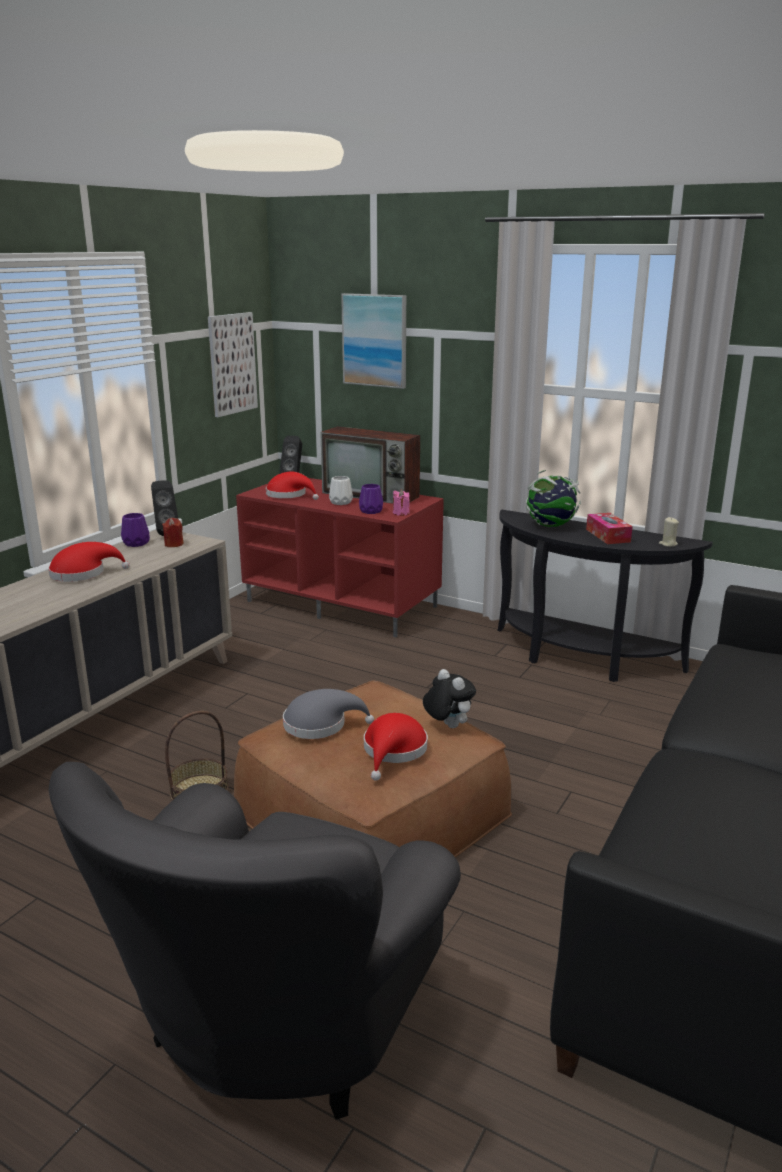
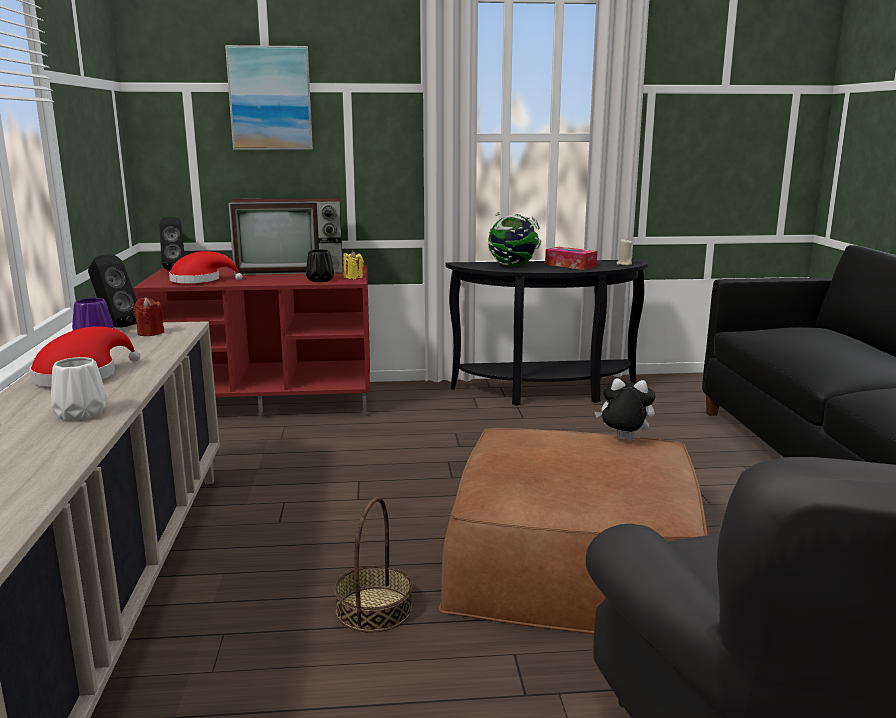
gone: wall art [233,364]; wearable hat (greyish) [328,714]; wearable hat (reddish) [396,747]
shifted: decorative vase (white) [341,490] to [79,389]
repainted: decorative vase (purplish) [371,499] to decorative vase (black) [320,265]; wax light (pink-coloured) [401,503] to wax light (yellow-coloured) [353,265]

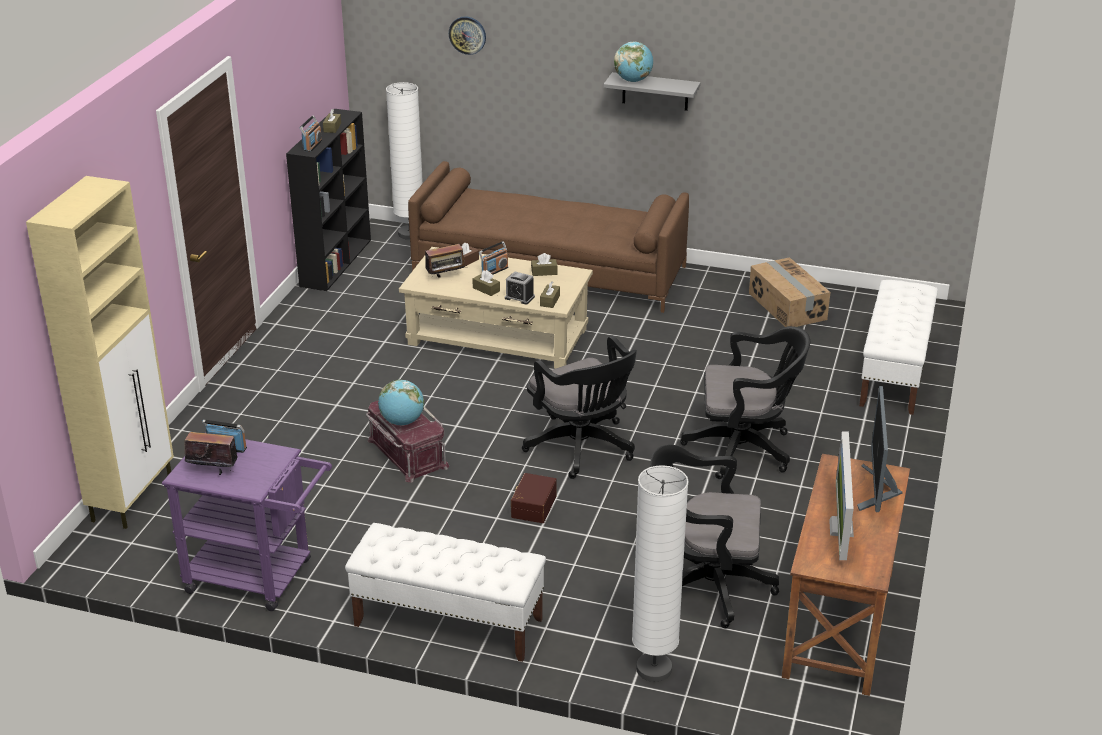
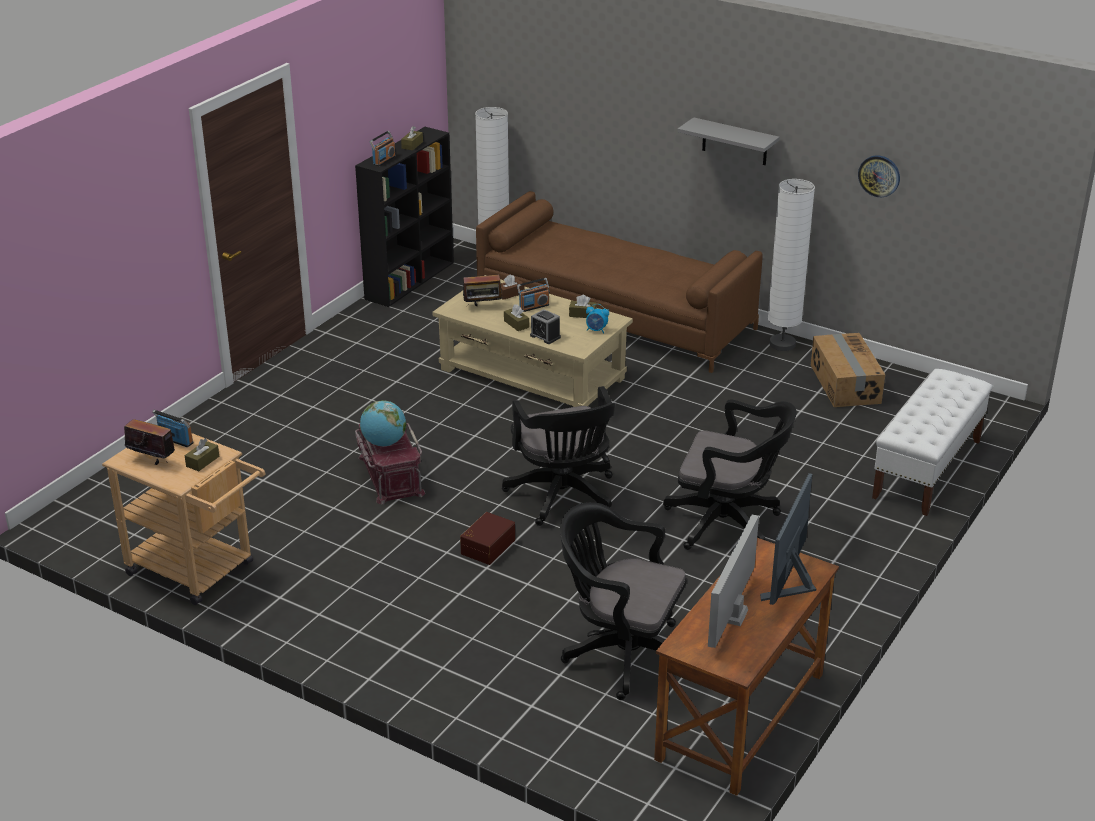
gone: storage cabinet (beige-coloured) [100,352]; bench (white) [445,592]; world globe [633,62]
new: table clock [597,318]
shifted: hanging clock [467,35] to [879,176]; box of tissues (brown) [550,294] to [202,454]; floor lamp (white) [660,573] to [791,265]
repainted: cart (purplish) [247,521] to cart (beige-coloured) [183,519]

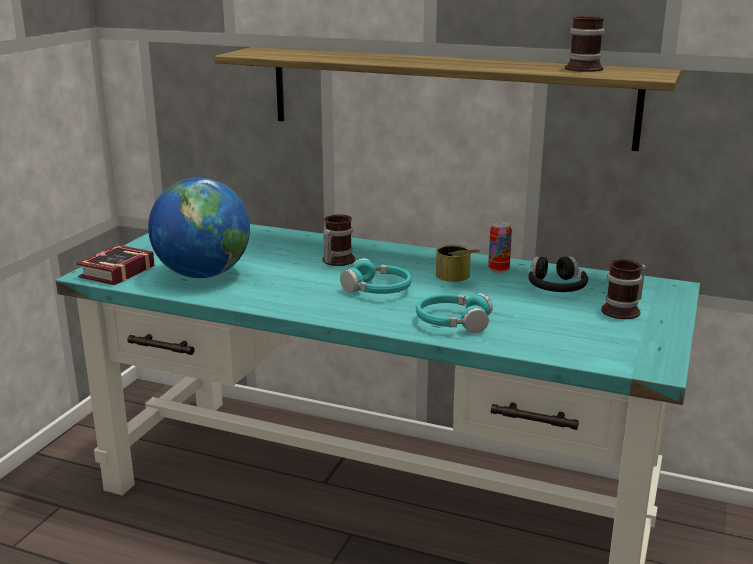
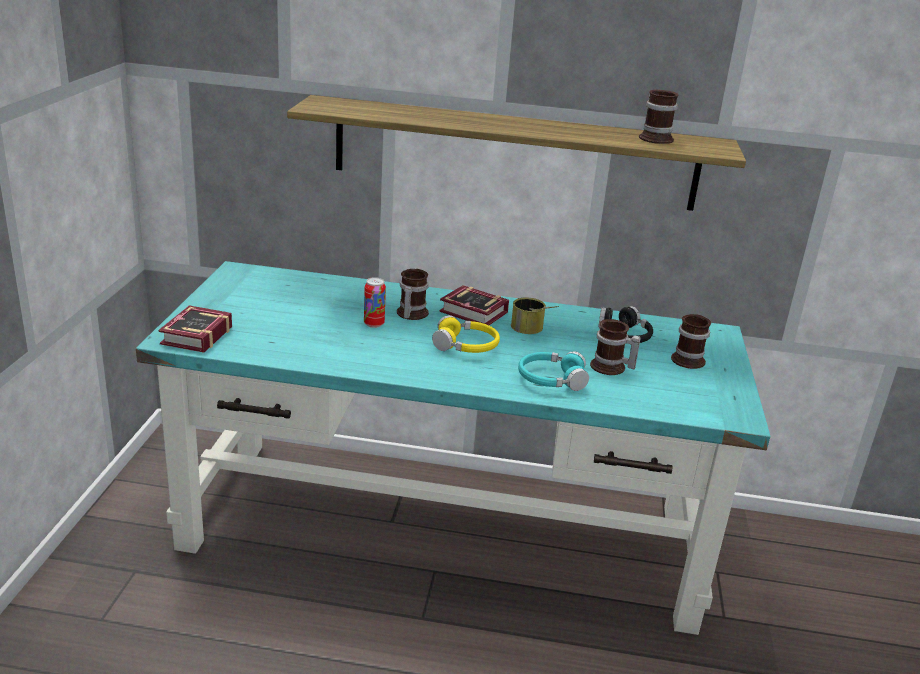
gone: world globe [199,228]
new: bound book [474,305]; tea mug [615,347]
shifted: can [500,247] to [375,302]
repainted: pair of headphones (turquoise-coloured) [376,276] to pair of headphones (yellow-coloured) [466,334]

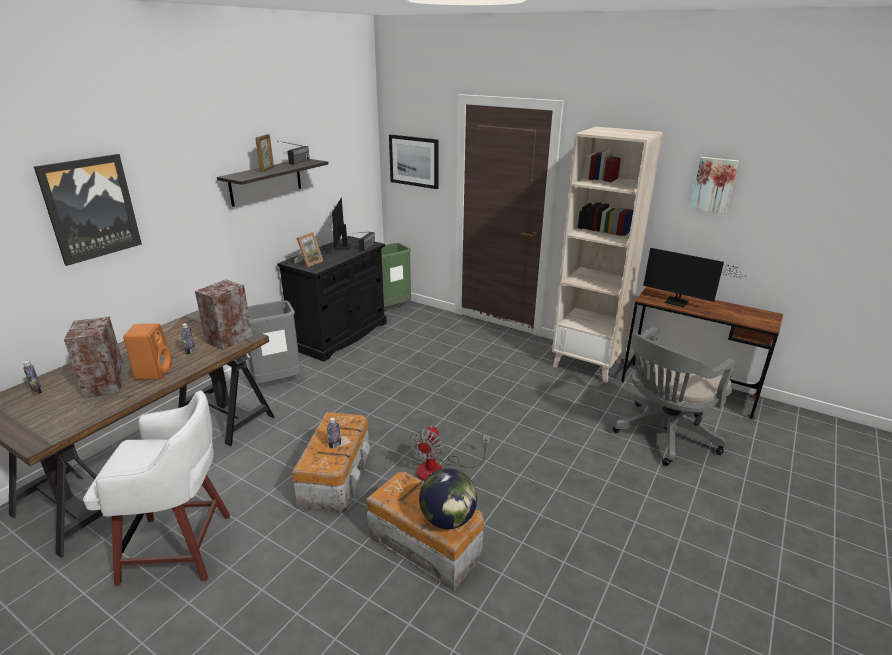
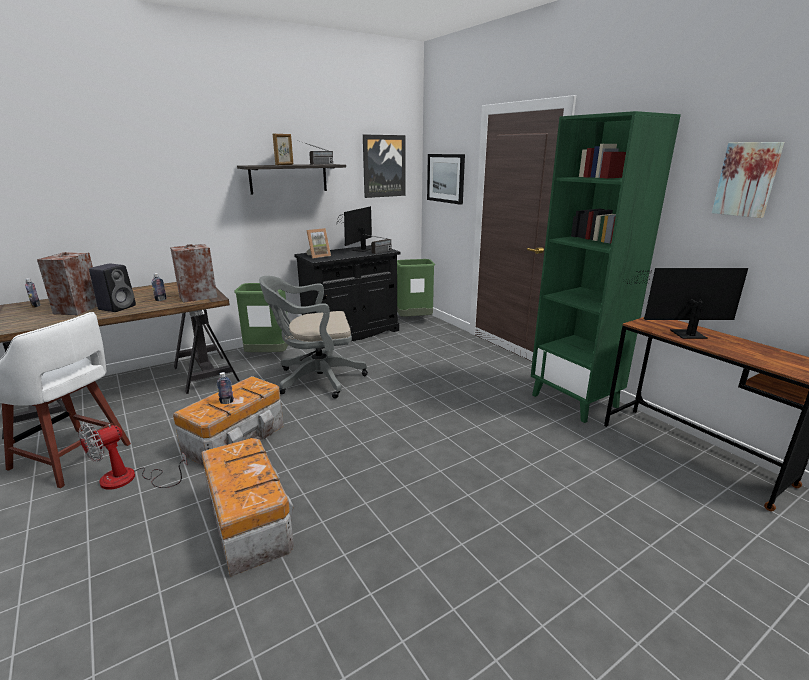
gone: world globe [448,498]
shifted: wall art [88,210] to [384,166]; cooling fan [449,453] to [133,457]; computer chair (greyish) [674,396] to [313,337]
repainted: speaker (orange) [147,351] to speaker (black) [112,287]; rubbish bin (greyish) [274,342] to rubbish bin (greenish) [261,317]; shelving unit (beige-coloured) [607,255] to shelving unit (greenish) [606,267]
rotated: computer screen [695,277] = [685,303] 120 degrees clockwise

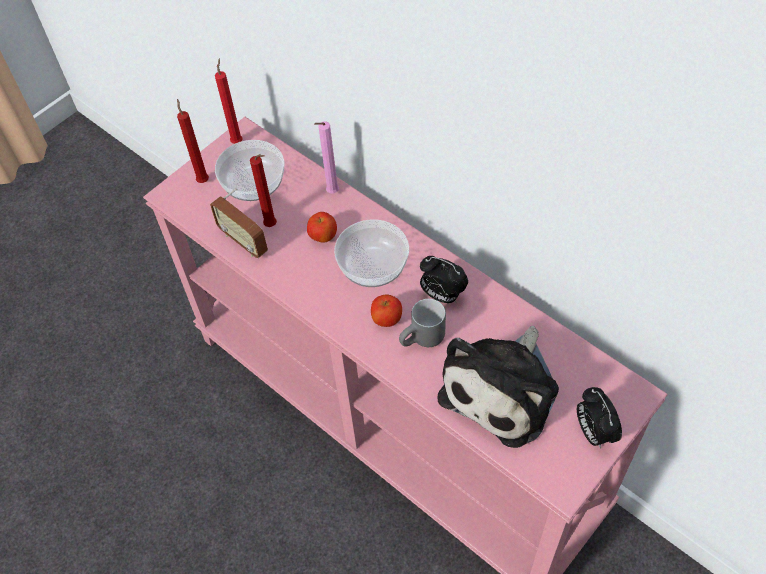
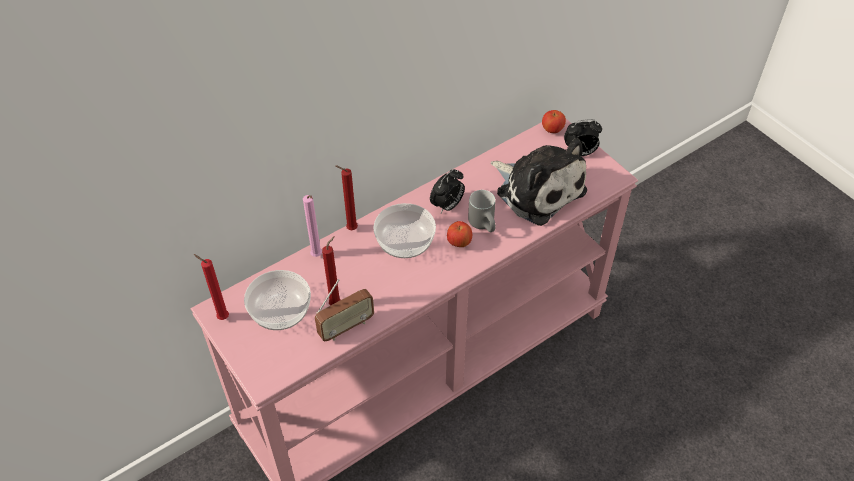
shifted: wax light (reddish) [193,141] to [346,198]; whole apple [322,227] to [554,121]

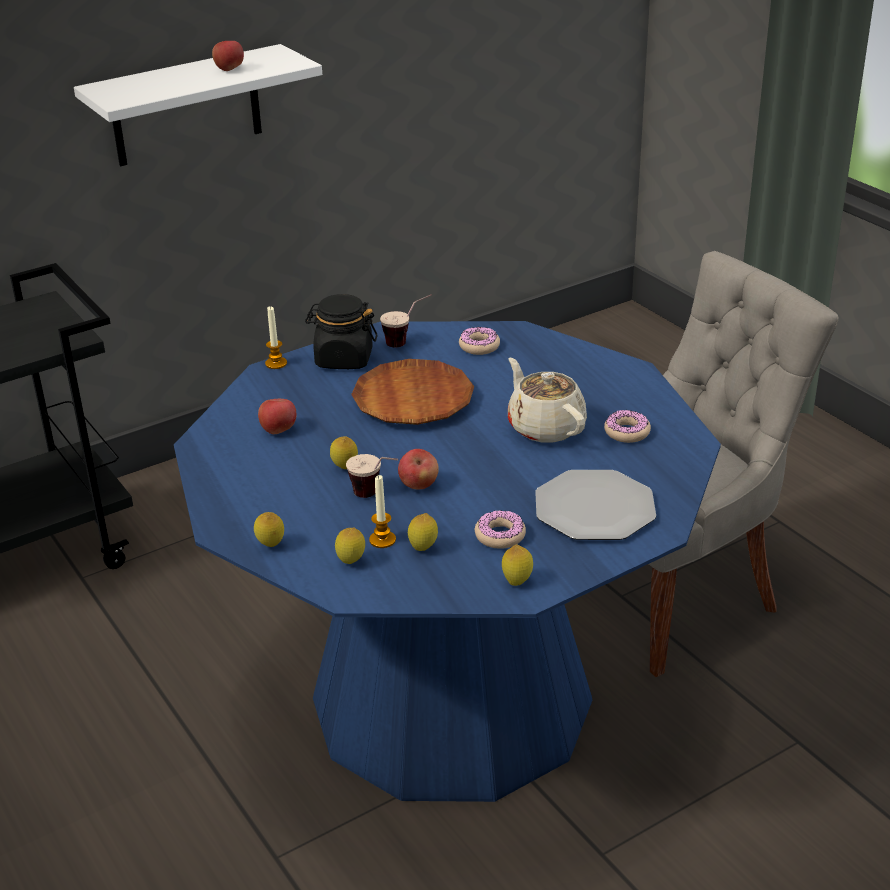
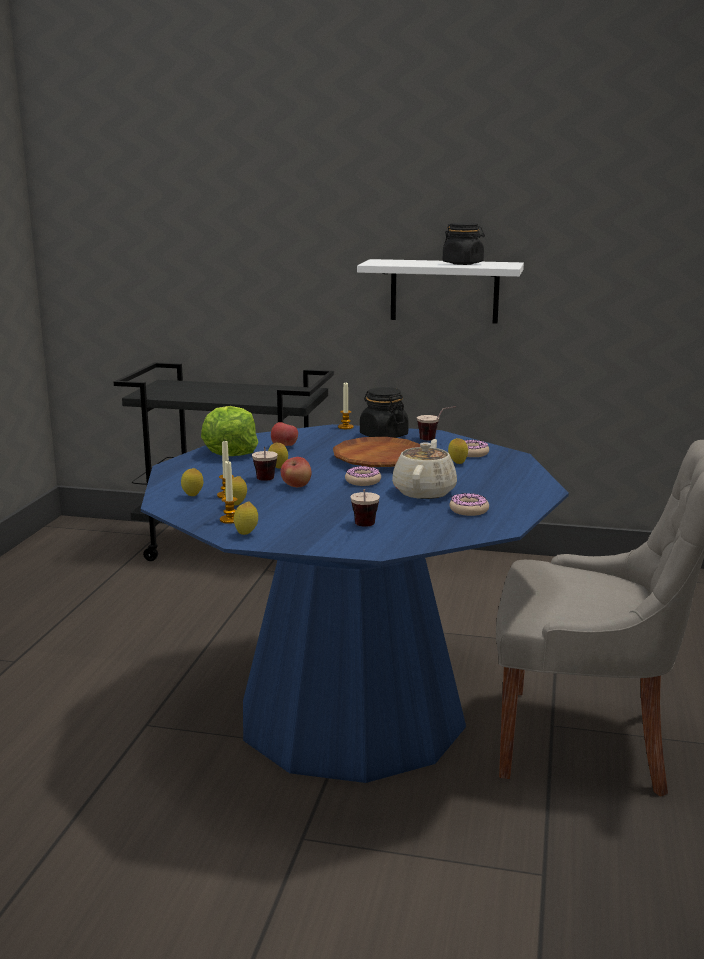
new: lettuce [229,431]; wax light [228,492]
shifted: whole lemon [269,529] to [458,451]; donut [500,529] to [363,476]
swapped: whole apple [228,56] to jar (black) [464,244]; flat dish [595,505] to cup [365,508]

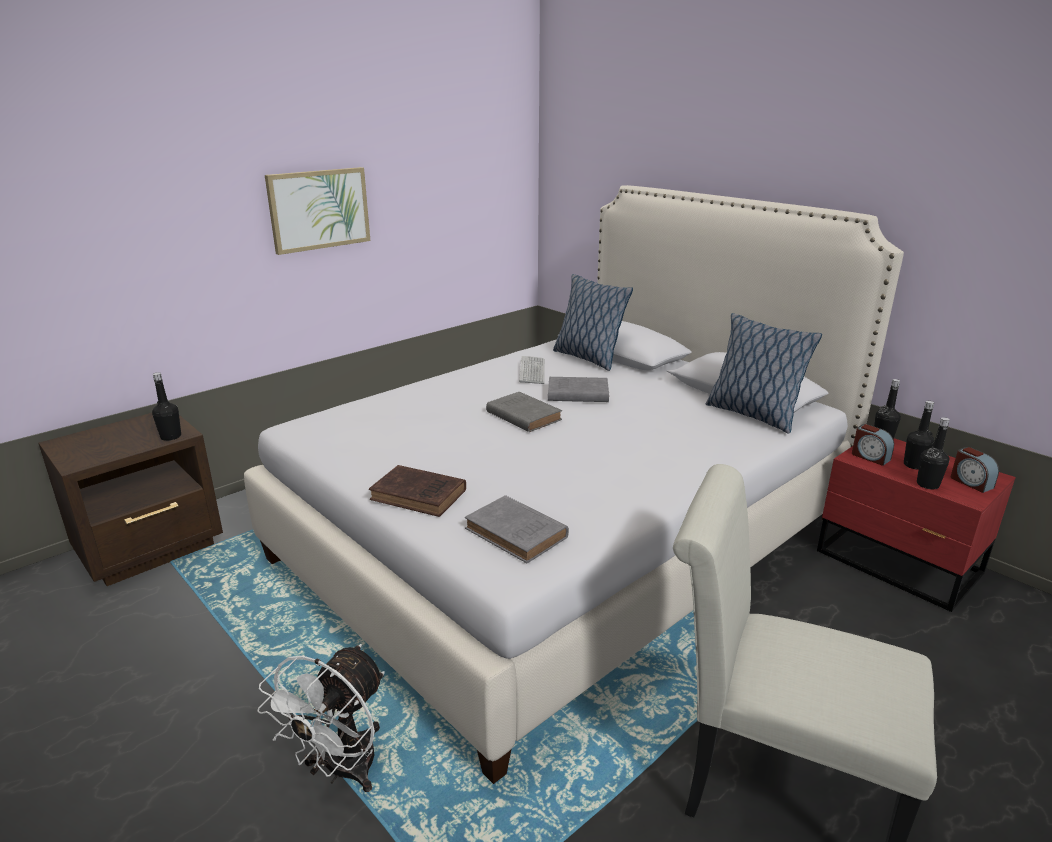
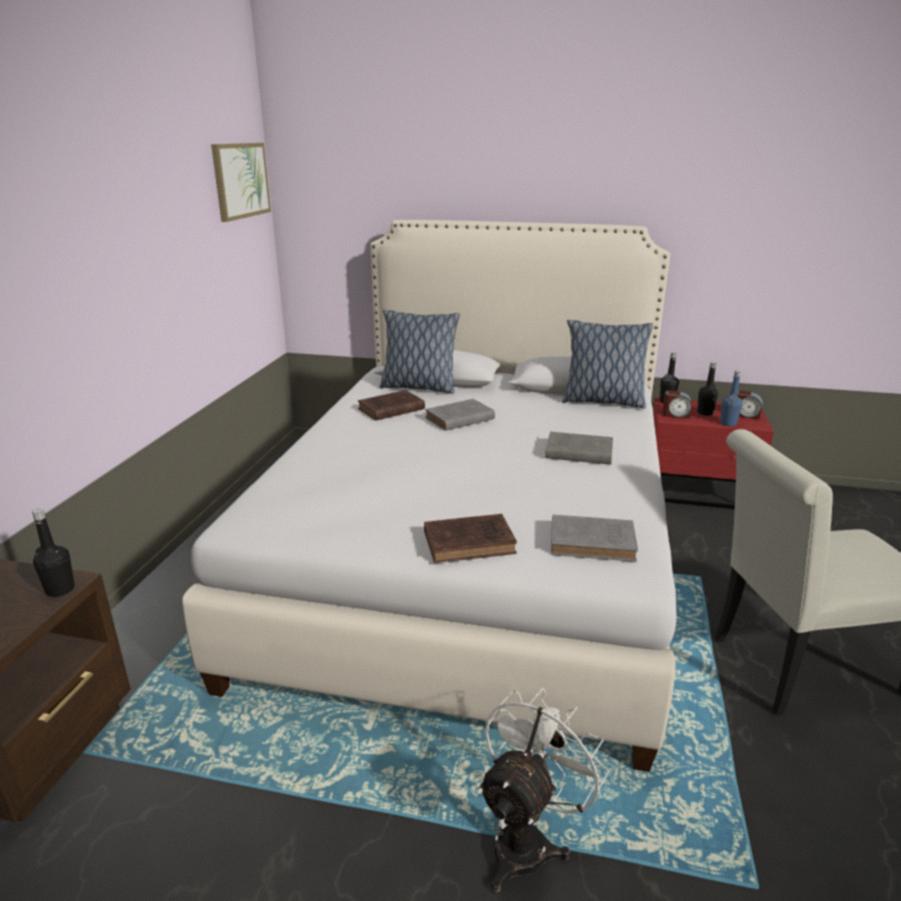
shifted: wall art [317,211] to [241,182]; bound book (greyish) [524,412] to [579,448]
swapped: computer keyboard [532,370] to bound book (brown) [391,405]
repainted: beverage bottle (black) [933,453] to beverage bottle (bluish) [731,398]
rotated: cooling fan (white) [321,718] = [543,791] 135 degrees counterclockwise

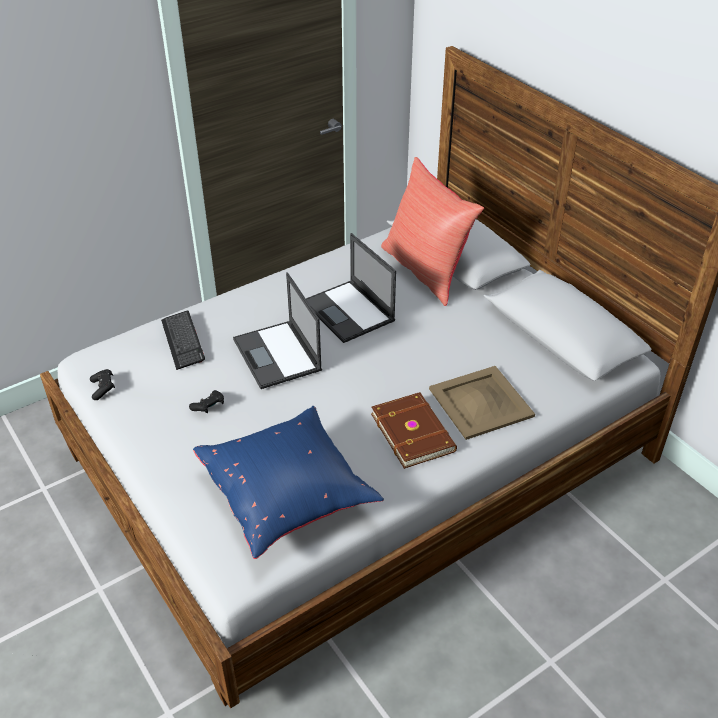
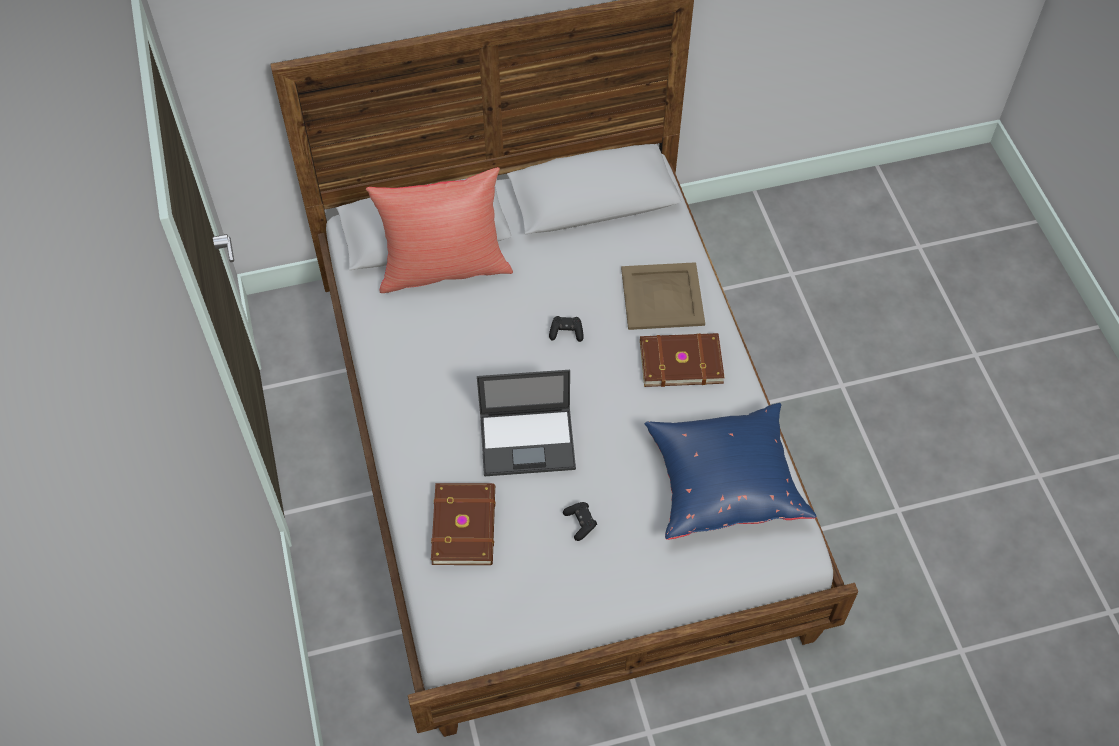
gone: laptop [351,288]
shifted: game controller (black) [102,384] to [566,329]
swapped: computer keyboard [183,340] to bound book (brown) [463,524]

